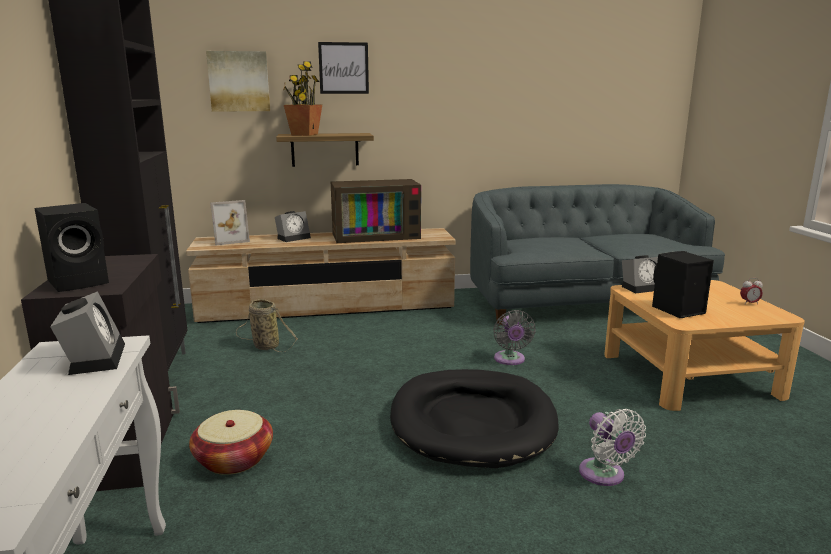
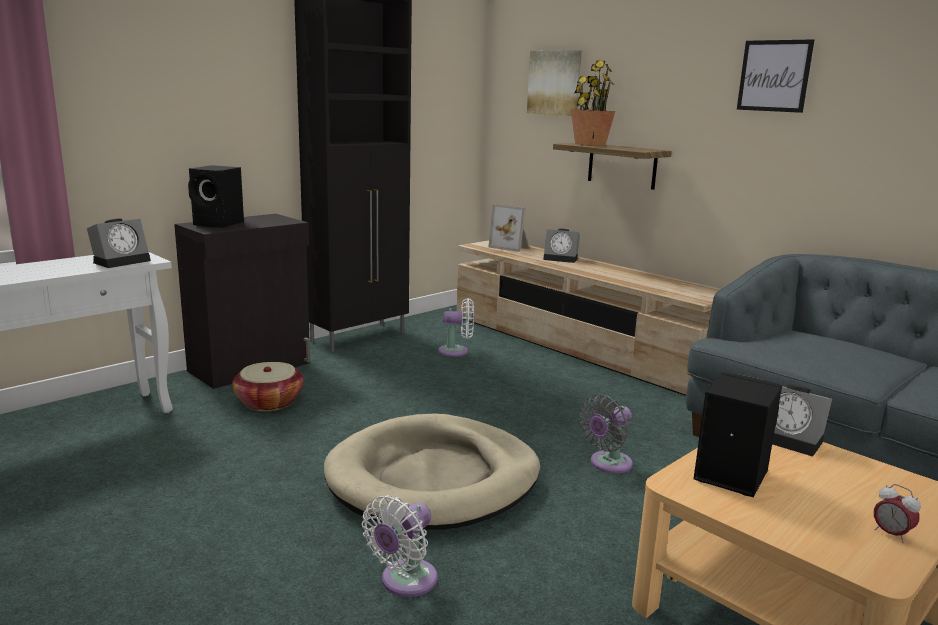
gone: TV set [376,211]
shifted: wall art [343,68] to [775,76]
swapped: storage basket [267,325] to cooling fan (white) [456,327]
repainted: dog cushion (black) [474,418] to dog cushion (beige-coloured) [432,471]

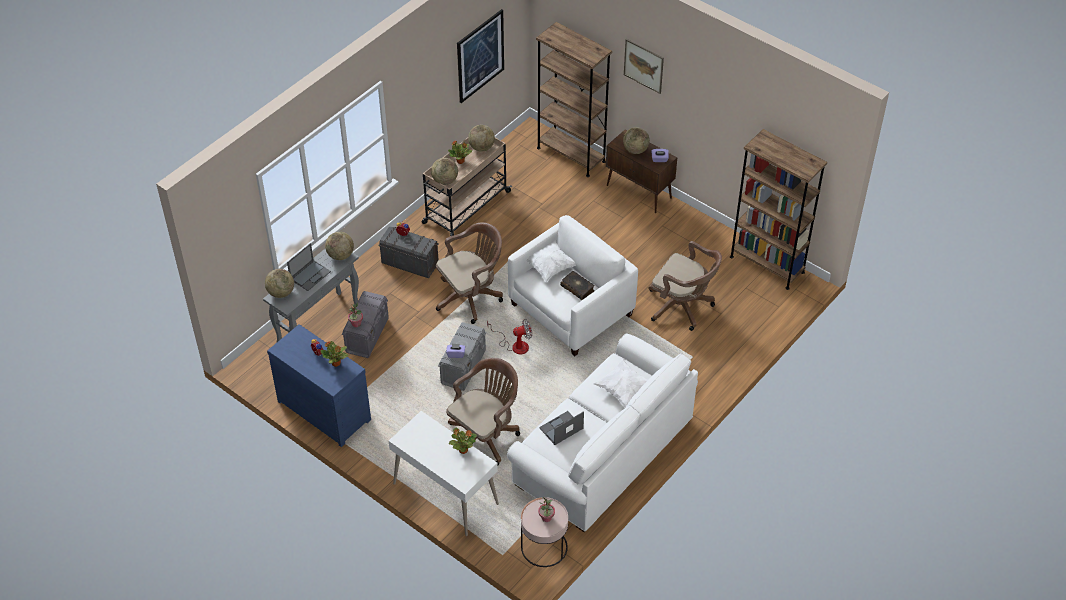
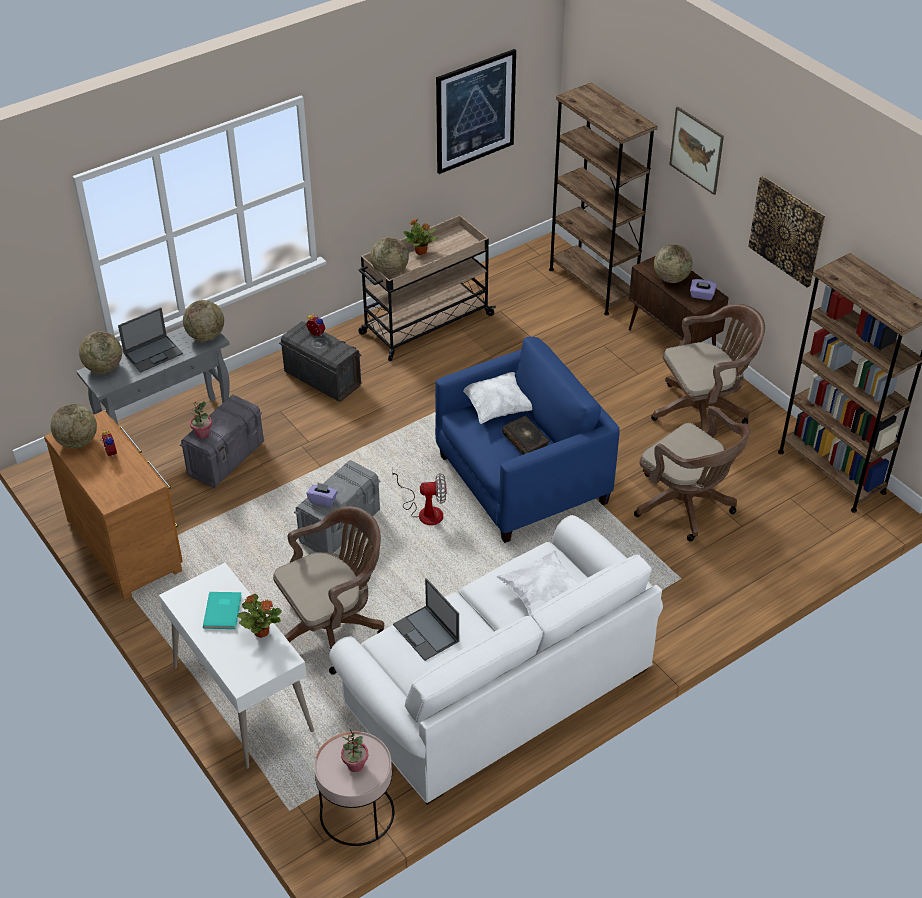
gone: houseplant [334,354]
new: bound book (turquoise-coloured) [222,610]; wall art [786,231]
shifted: computer chair (brown) [469,273] to [708,368]; world globe [481,138] to [74,426]
repainted: drawer chest (bluish) [319,385] to drawer chest (brown) [113,505]; lounge chair (white) [573,285] to lounge chair (bluish) [527,440]
rotated: laptop [561,428] = [426,619] 105 degrees counterclockwise

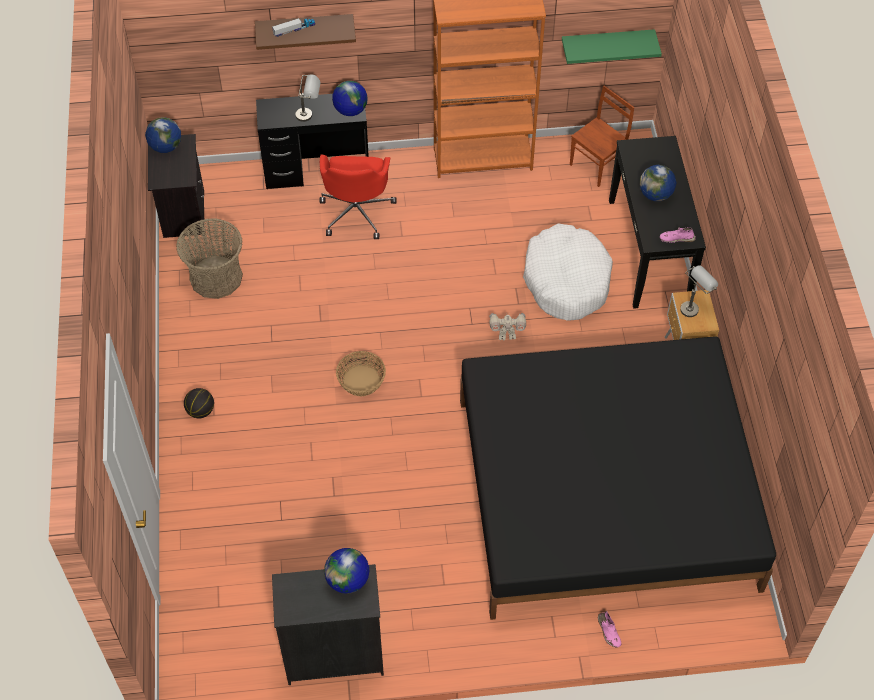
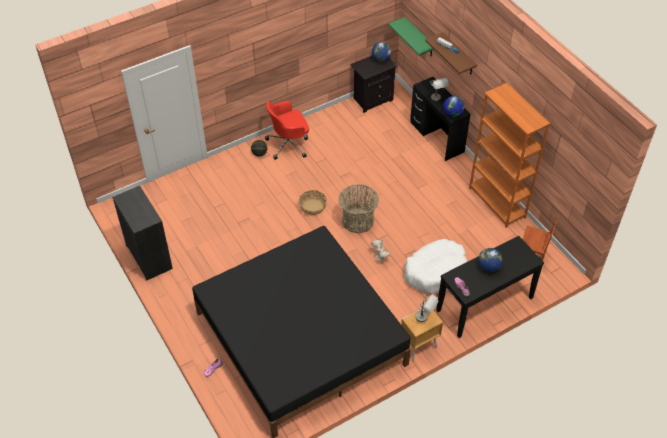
gone: world globe [346,571]
shifted: storage basket [209,258] to [359,208]; computer chair (reddish) [358,197] to [287,130]; shelf (greenish) [612,46] to [411,36]

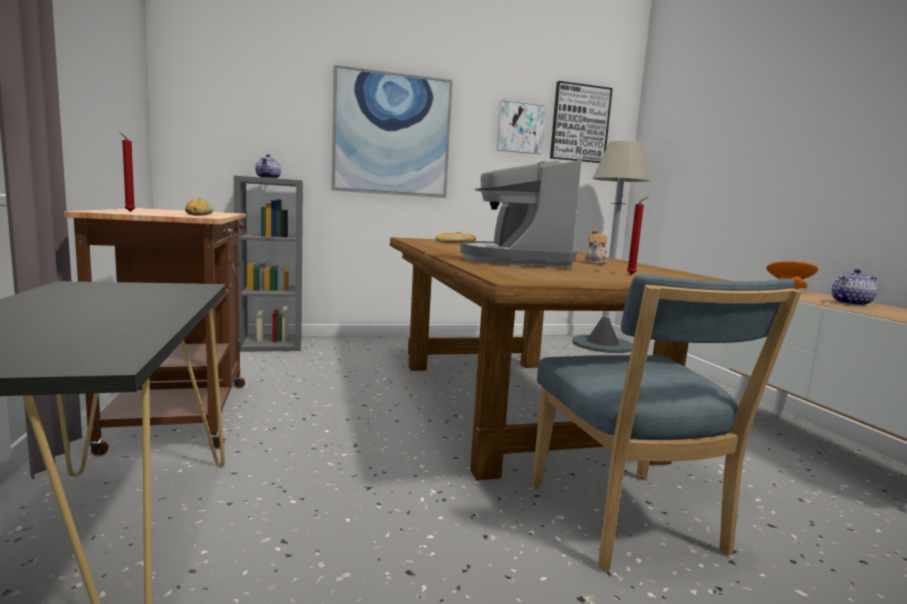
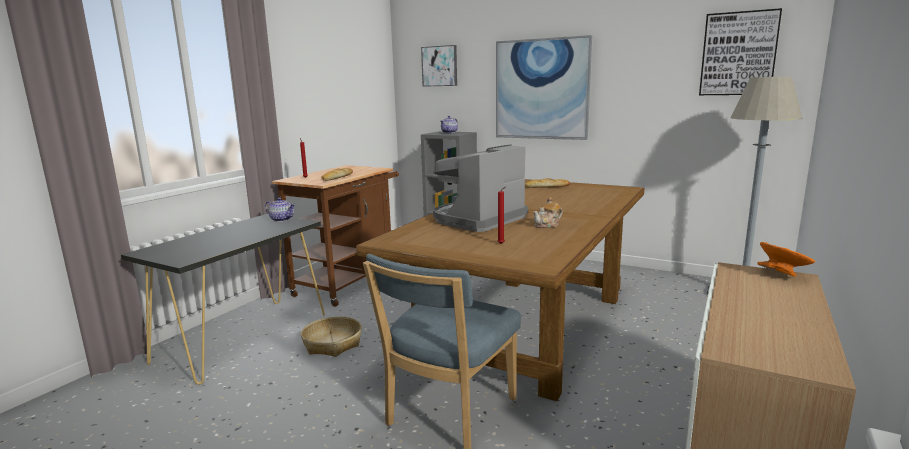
new: storage basket [331,336]
shifted: wall art [521,127] to [439,66]; teapot [854,287] to [280,210]

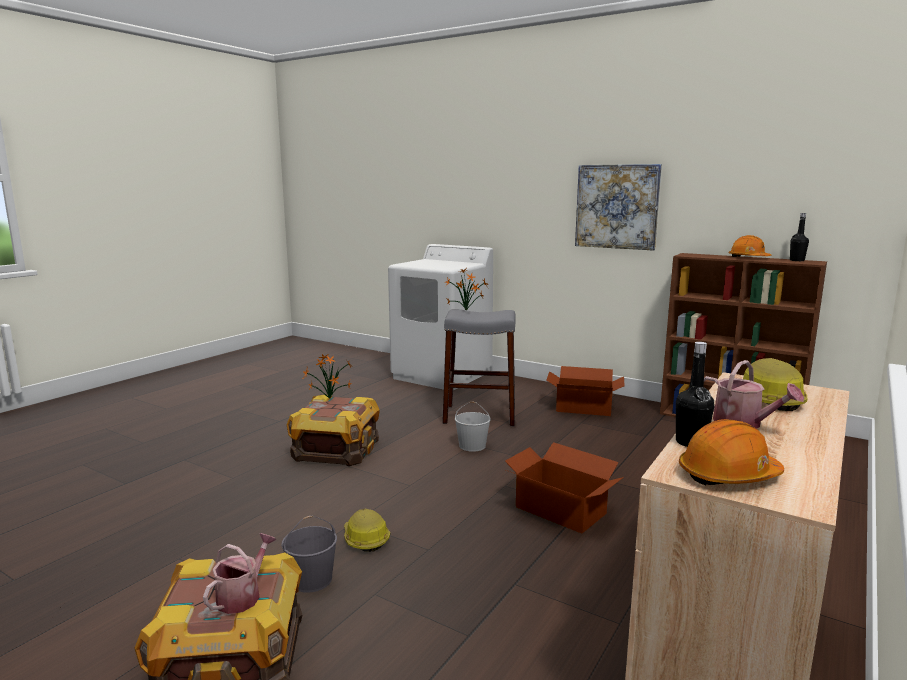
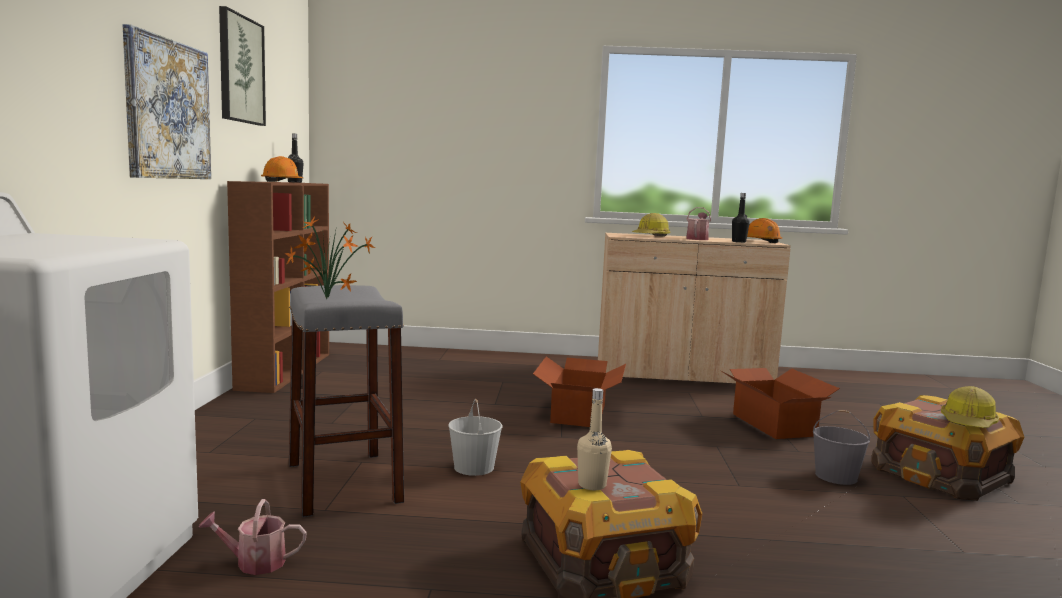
new: wall art [242,66]
shifted: sprinkling can [239,573] to [252,537]; hard hat [367,530] to [970,407]; cardboard box [585,391] to [781,403]
swapped: houseplant [327,376] to beverage bottle (beige-coloured) [594,439]

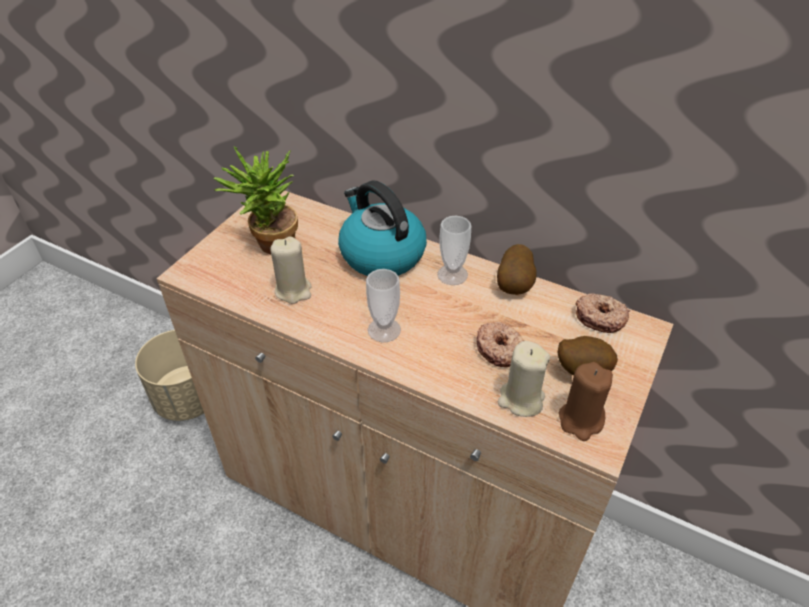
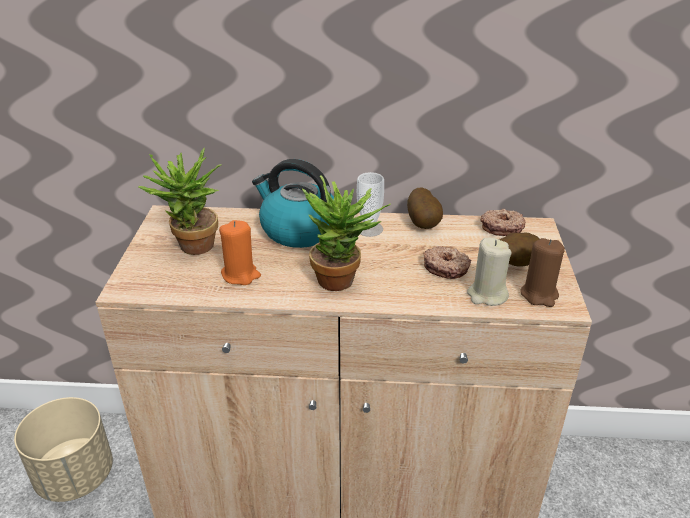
swapped: cup [383,306] to houseplant [346,233]
repainted: wax light (beige-coloured) [290,270] to wax light (orange) [240,252]

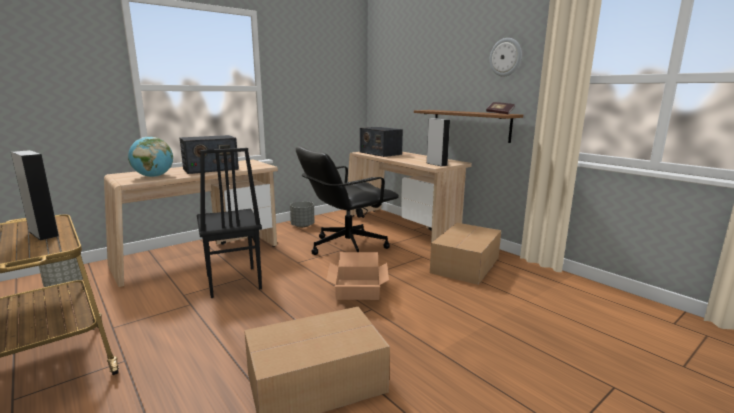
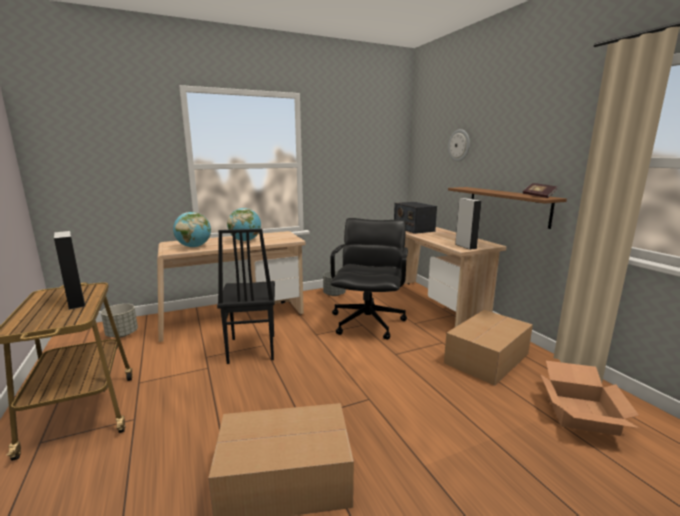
shifted: cardboard box [357,276] to [589,398]; hanging clock [505,57] to [459,145]
swapped: radio receiver [209,154] to world globe [244,224]
rotated: computer chair (black) [347,200] = [369,279] 120 degrees clockwise

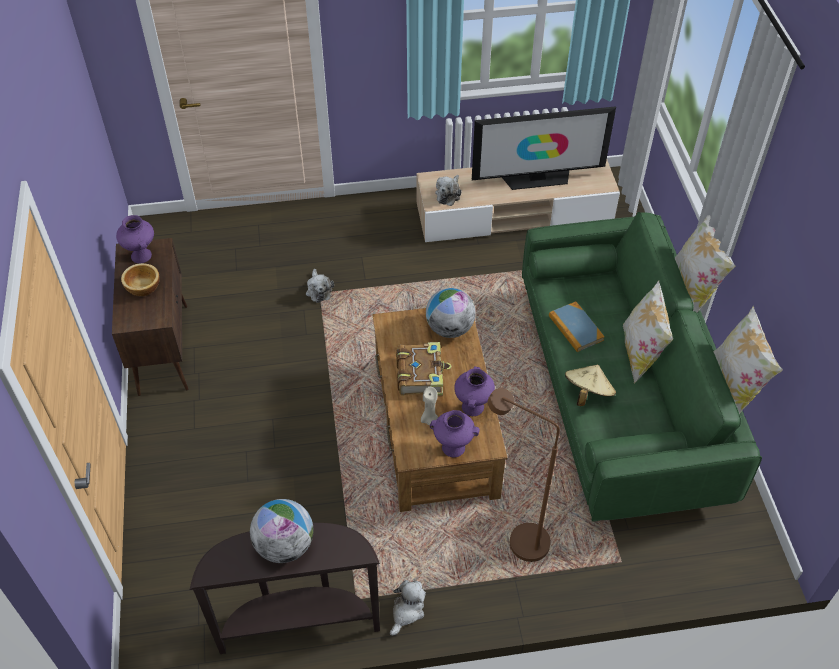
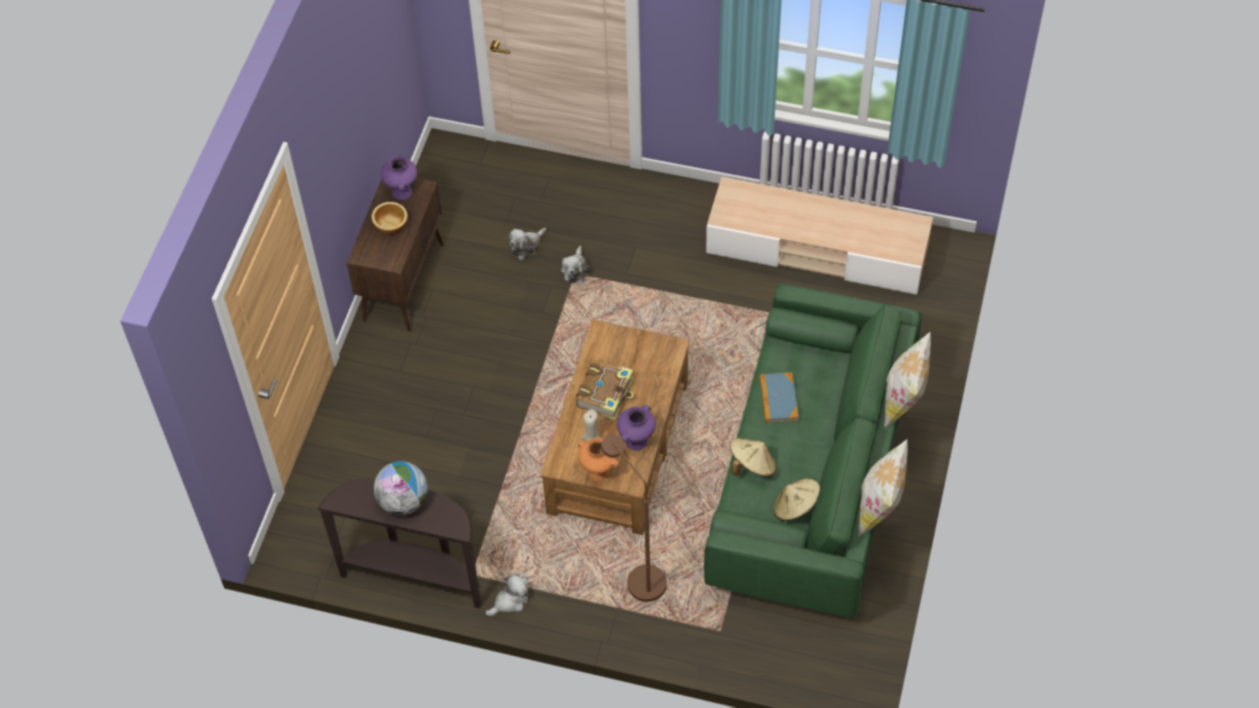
gone: world globe [451,313]; TV set [544,148]; throw pillow [648,332]
new: wearable hat (beige-coloured) [796,499]
shifted: soft toy [448,190] to [528,244]
repainted: decorative vase (purplish) [455,434] to decorative vase (orange) [598,460]

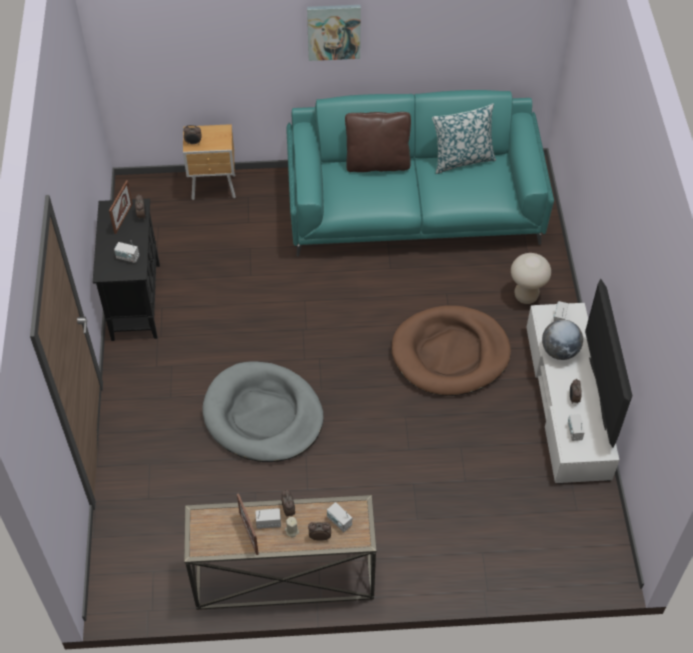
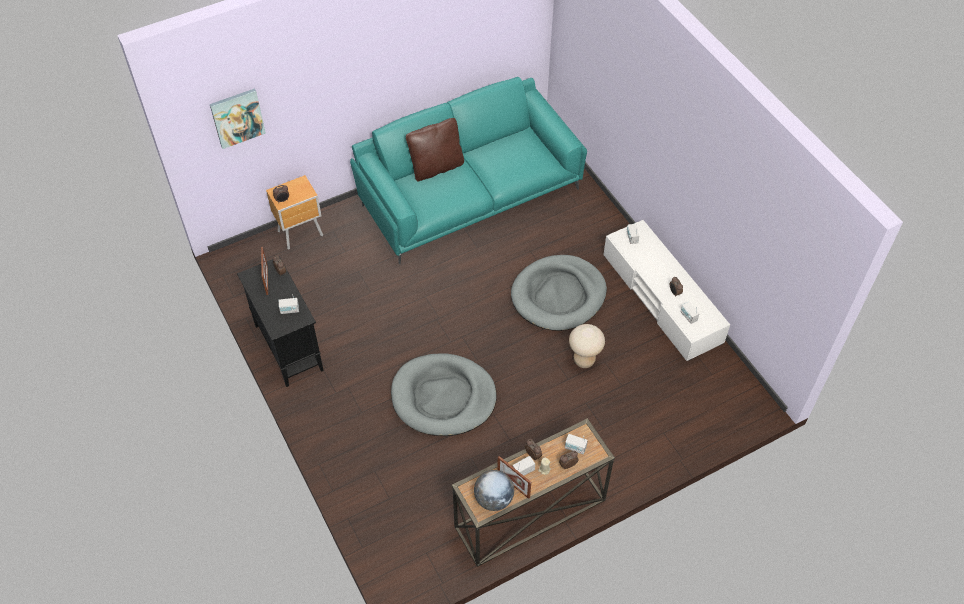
gone: throw pillow [464,139]; TV set [608,363]
shifted: wall art [334,33] to [238,118]; stool seat (beige-coloured) [531,278] to [587,346]; world globe [562,340] to [494,490]
repainted: dog cushion (brown) [451,351] to dog cushion (greyish) [559,293]

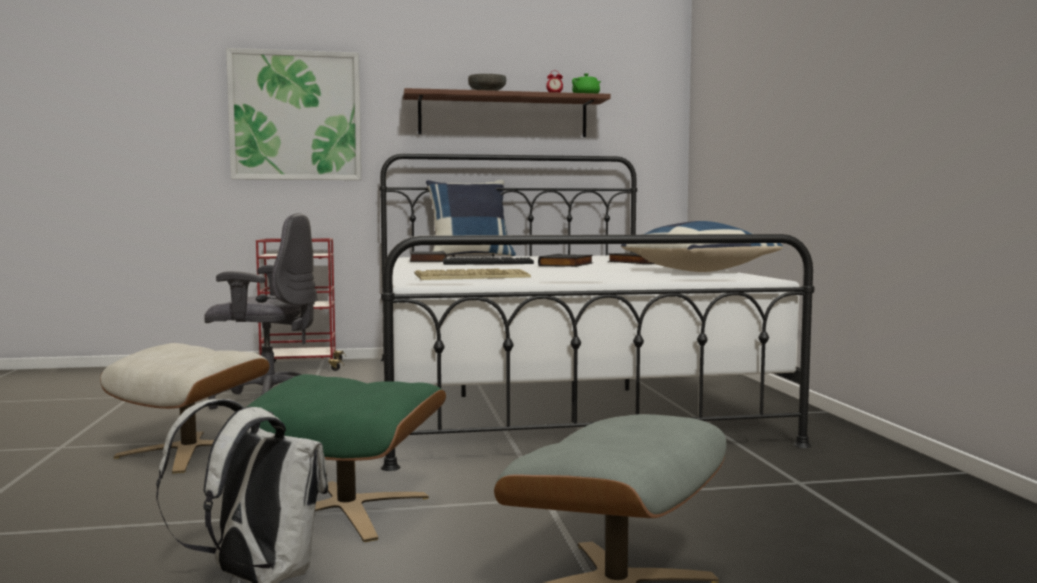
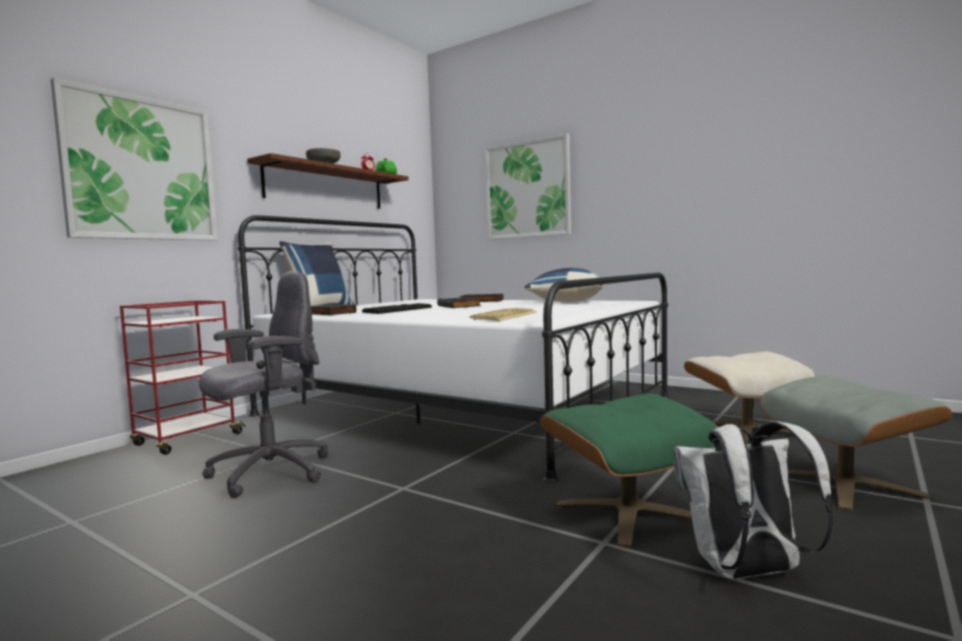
new: wall art [528,186]
shifted: pouffe (beige-coloured) [185,408] to [750,397]

